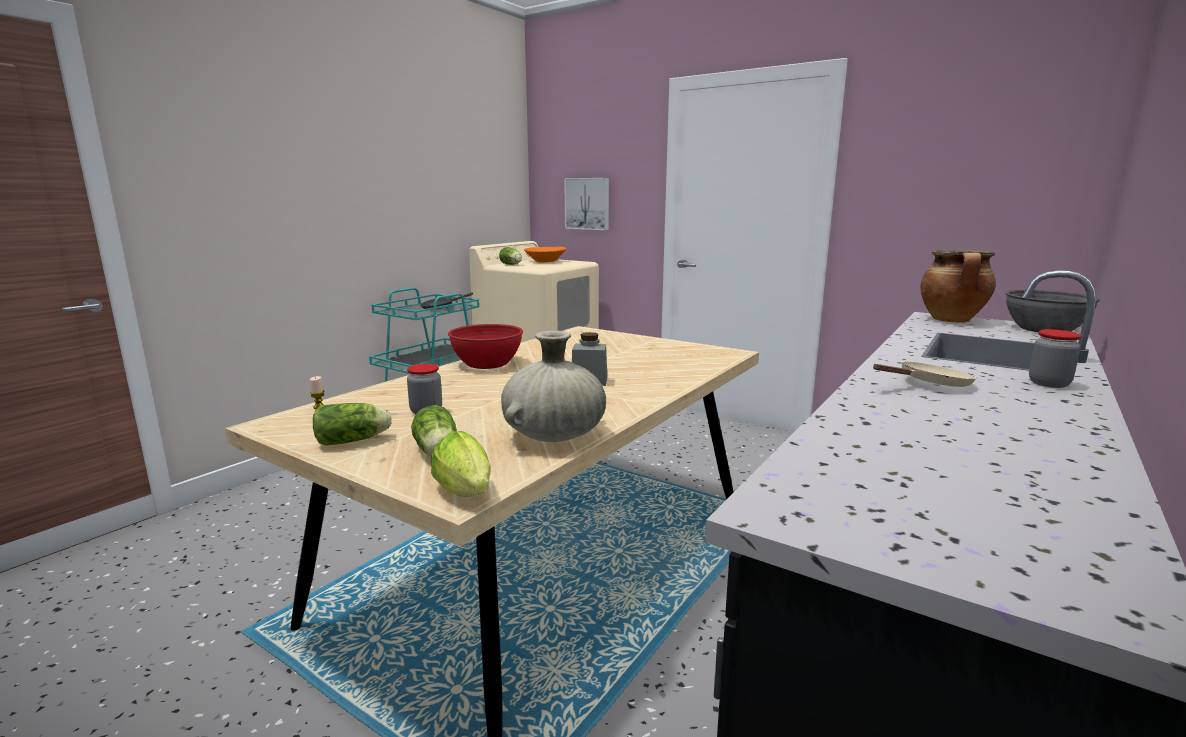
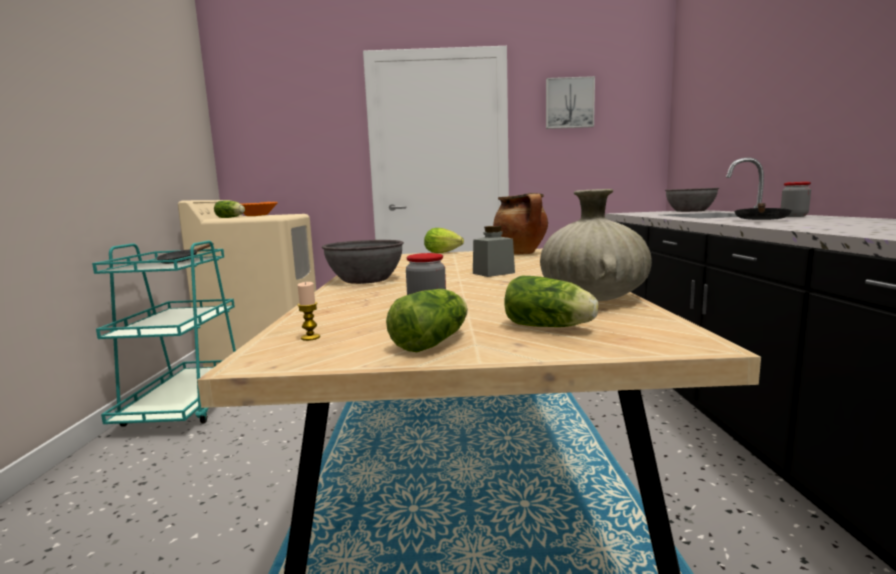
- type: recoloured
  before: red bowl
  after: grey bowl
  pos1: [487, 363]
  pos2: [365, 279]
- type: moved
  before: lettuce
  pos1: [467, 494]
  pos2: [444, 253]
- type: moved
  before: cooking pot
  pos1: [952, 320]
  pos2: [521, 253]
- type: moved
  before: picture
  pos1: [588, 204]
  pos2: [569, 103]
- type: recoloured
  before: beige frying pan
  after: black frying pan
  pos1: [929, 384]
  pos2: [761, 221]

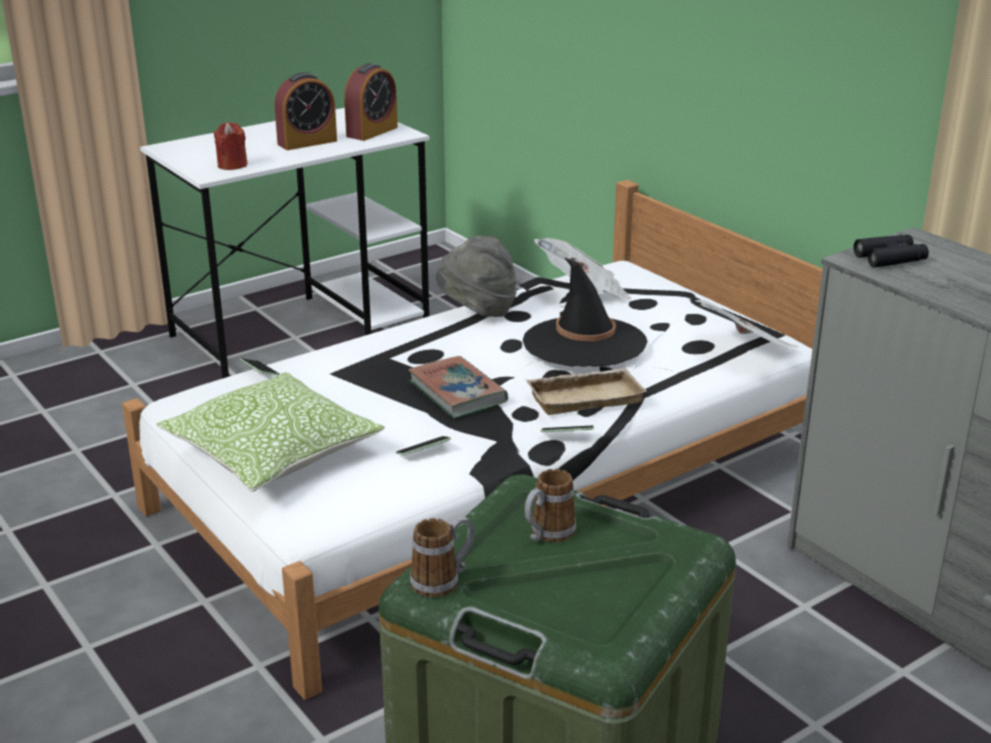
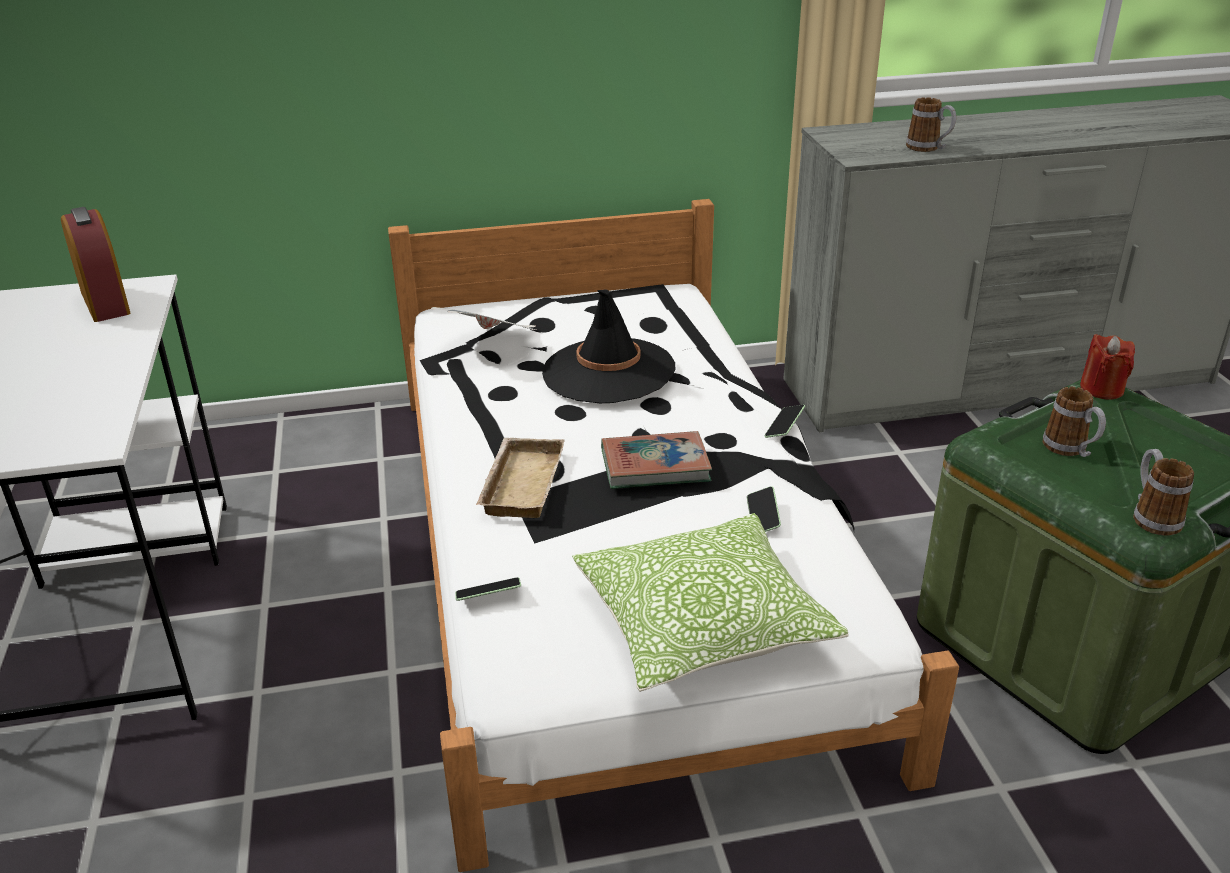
- type: moved
  before: beige tray
  pos1: [585, 397]
  pos2: [520, 483]
- type: added
  after: mug
  pos2: [928, 148]
- type: moved
  before: red candle
  pos1: [232, 165]
  pos2: [1101, 389]
- type: removed
  before: alarm clock
  pos1: [307, 142]
- type: removed
  before: grey hat
  pos1: [477, 311]
- type: removed
  before: newspaper
  pos1: [745, 350]
- type: removed
  before: black binoculars
  pos1: [890, 258]

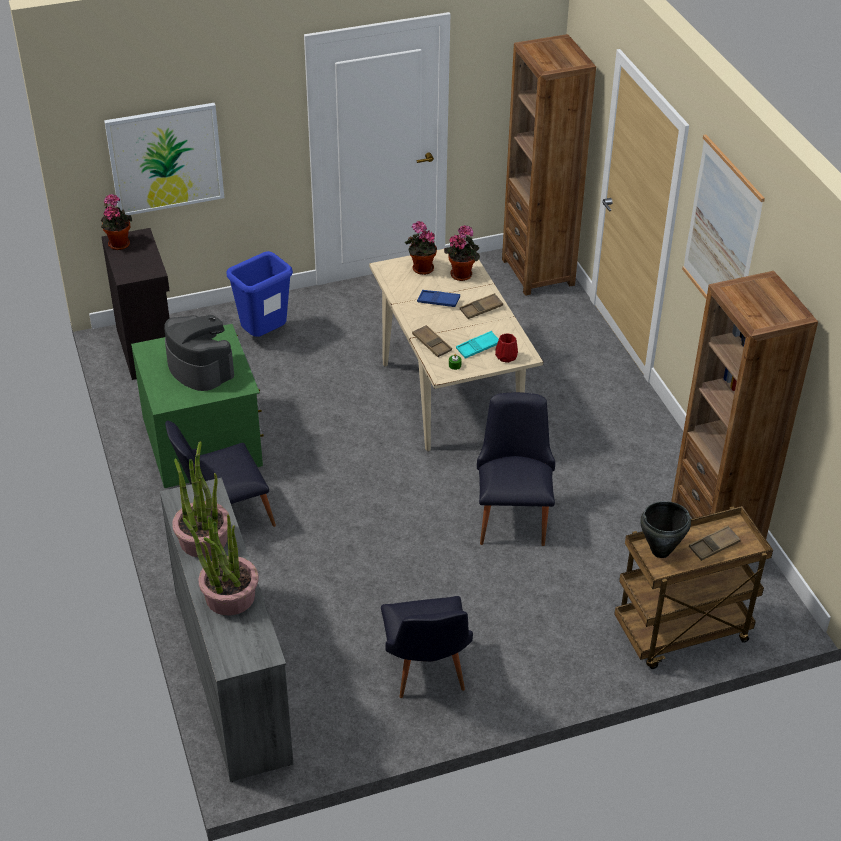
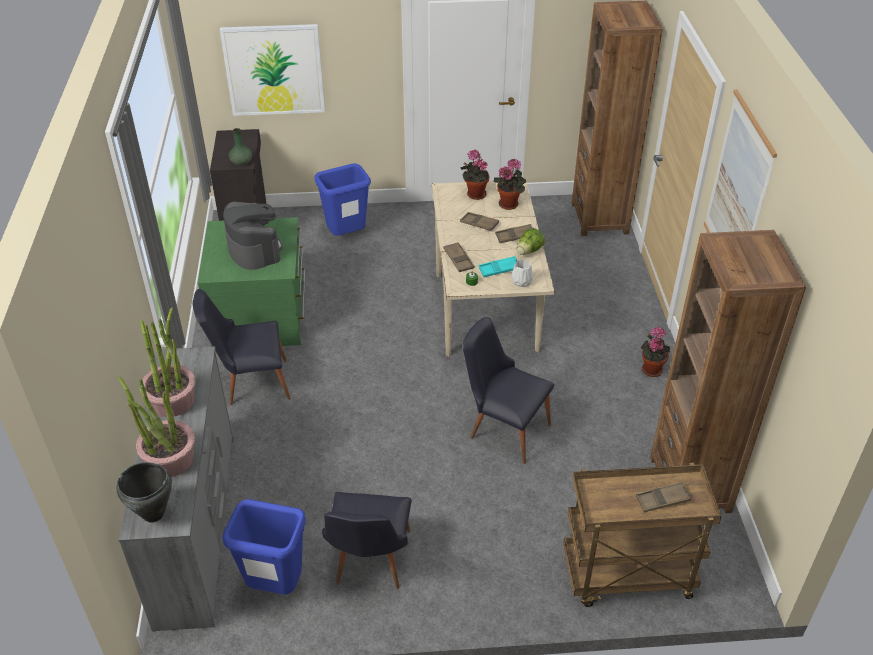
- type: moved
  before: black cooking pot
  pos1: [661, 551]
  pos2: [153, 514]
- type: added
  after: blue trash can
  pos2: [275, 587]
- type: added
  after: green vase
  pos2: [242, 162]
- type: recoloured
  before: blue tray
  after: brown tray
  pos1: [438, 301]
  pos2: [479, 224]
- type: turned
  before: black chair
  pos1: [513, 514]
  pos2: [503, 428]
  turn: -75
- type: recoloured
  before: red vase
  after: white vase
  pos1: [506, 357]
  pos2: [522, 281]
- type: added
  after: lettuce
  pos2: [529, 251]
- type: moved
  before: potted plant
  pos1: [118, 243]
  pos2: [651, 369]

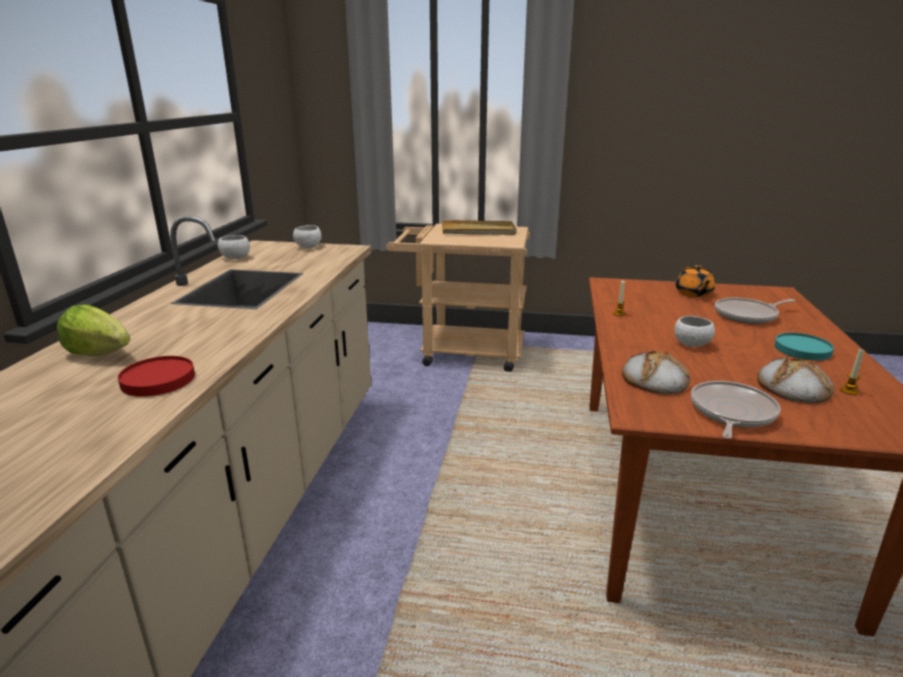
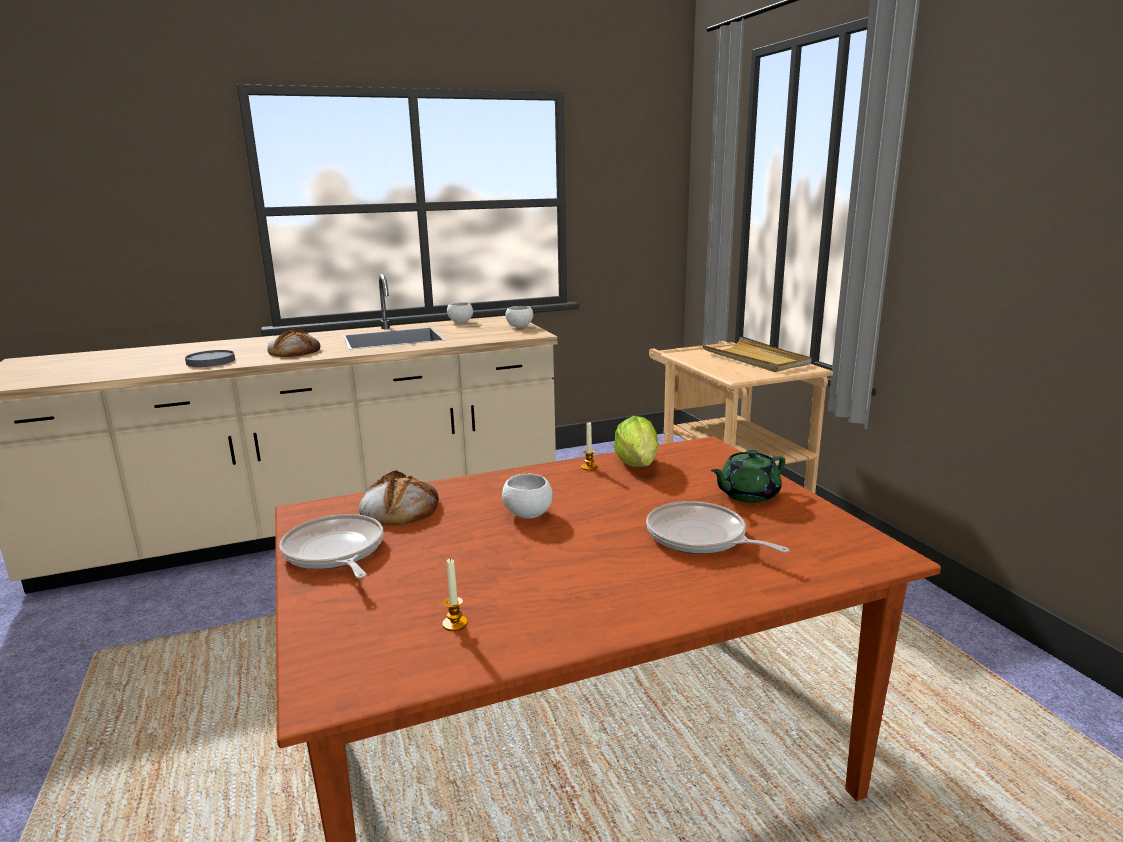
- type: recoloured
  before: red plate
  after: grey plate
  pos1: [158, 380]
  pos2: [210, 361]
- type: moved
  before: bread
  pos1: [792, 387]
  pos2: [294, 351]
- type: turned
  before: frying pan
  pos1: [731, 413]
  pos2: [335, 552]
  turn: -120
- type: moved
  before: lettuce
  pos1: [99, 353]
  pos2: [638, 464]
- type: recoloured
  before: orange teapot
  after: green teapot
  pos1: [693, 293]
  pos2: [747, 495]
- type: removed
  before: turquoise plate
  pos1: [802, 349]

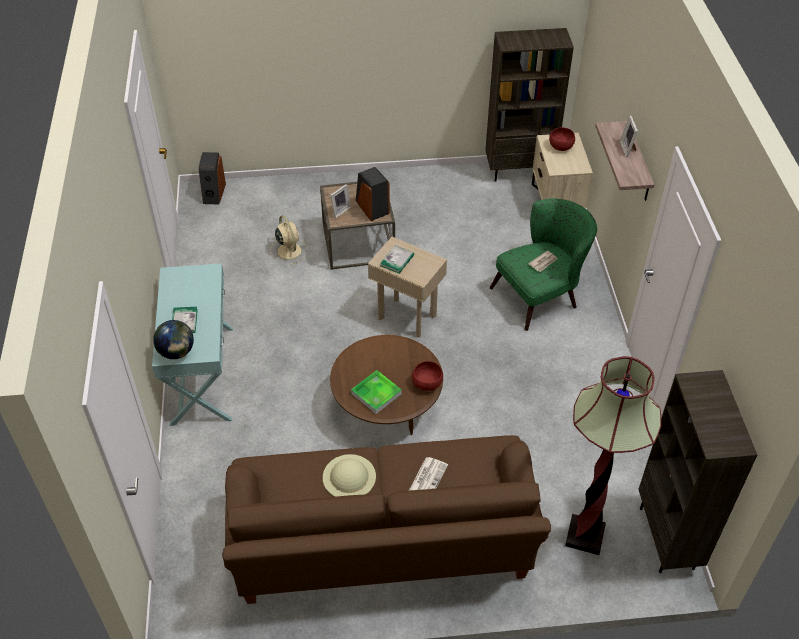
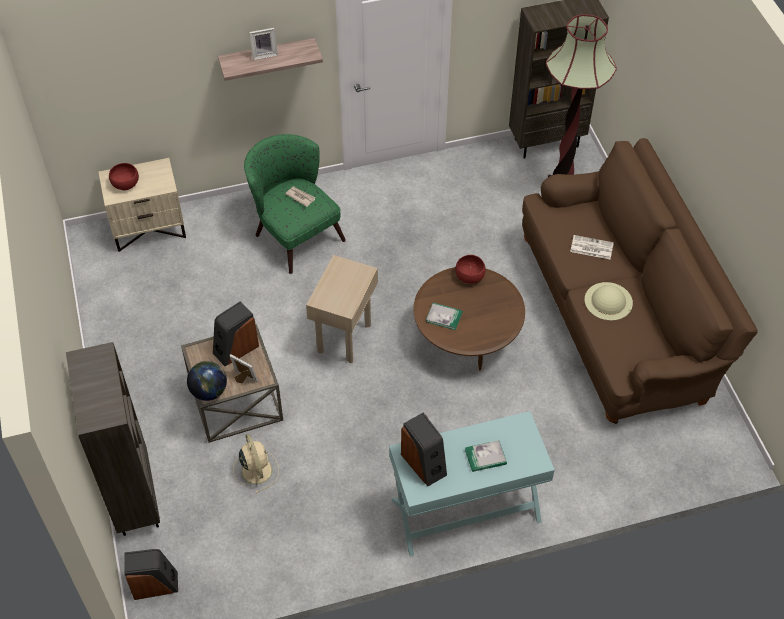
- type: moved
  before: brown bookcase
  pos1: [519, 170]
  pos2: [134, 499]
- type: moved
  before: globe
  pos1: [176, 352]
  pos2: [209, 391]
- type: turned
  before: beige fan
  pos1: [289, 250]
  pos2: [256, 469]
  turn: 105
- type: added
  after: speaker
  pos2: [424, 463]
- type: moved
  before: book
  pos1: [397, 260]
  pos2: [444, 317]
- type: removed
  before: tray
  pos1: [376, 394]

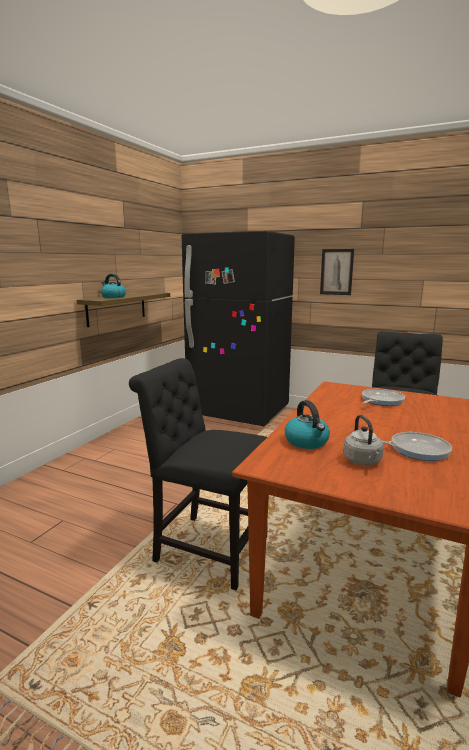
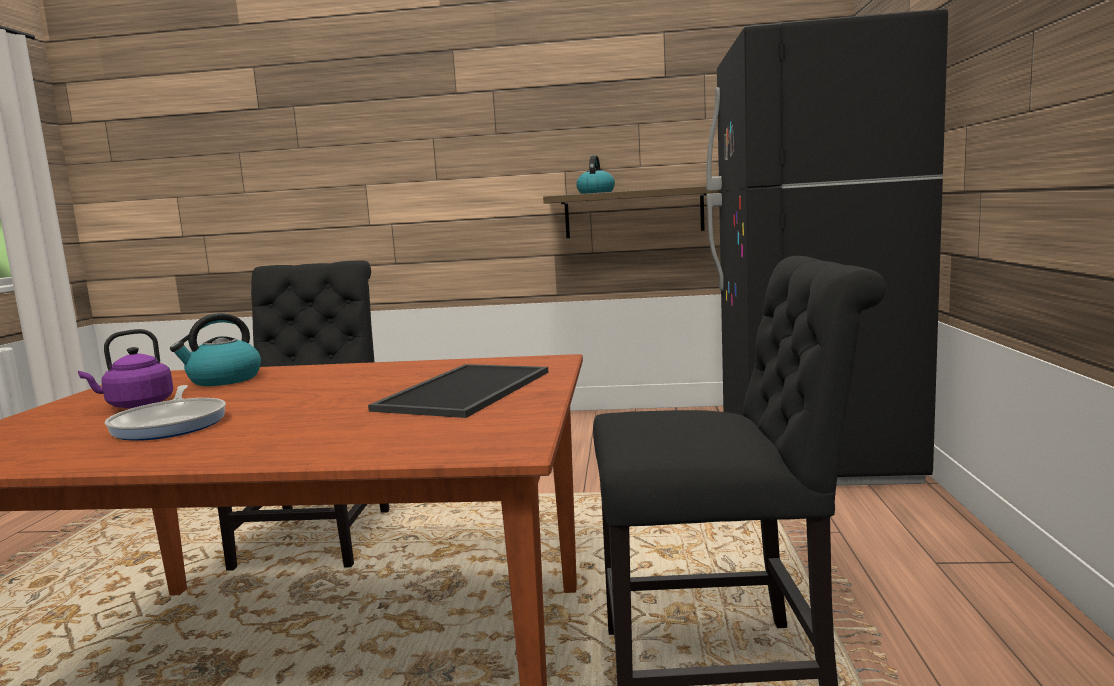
- type: recoloured
  before: grey kettle
  after: purple kettle
  pos1: [363, 461]
  pos2: [136, 405]
- type: replaced
  before: frying pan
  after: tray
  pos1: [380, 400]
  pos2: [464, 390]
- type: removed
  before: picture
  pos1: [336, 272]

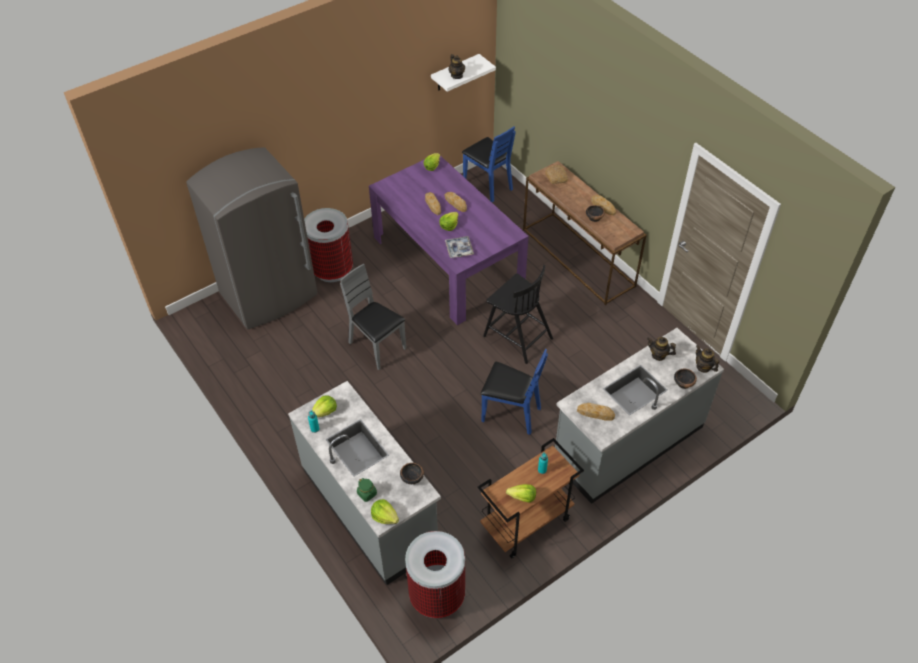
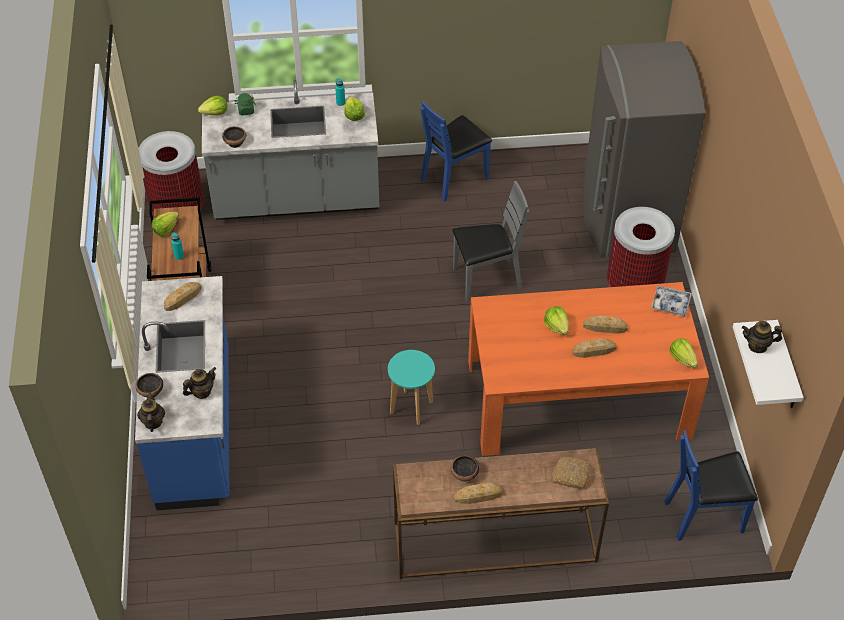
- type: recoloured
  before: grey counter
  after: blue counter
  pos1: [627, 443]
  pos2: [196, 428]
- type: turned
  before: teapot
  pos1: [703, 367]
  pos2: [153, 422]
  turn: -90
- type: replaced
  before: black chair
  after: turquoise stool
  pos1: [517, 336]
  pos2: [411, 407]
- type: moved
  before: blue chair
  pos1: [510, 413]
  pos2: [454, 178]
- type: recoloured
  before: purple dining table
  after: orange dining table
  pos1: [447, 261]
  pos2: [578, 398]
- type: moved
  before: tray
  pos1: [459, 249]
  pos2: [670, 304]

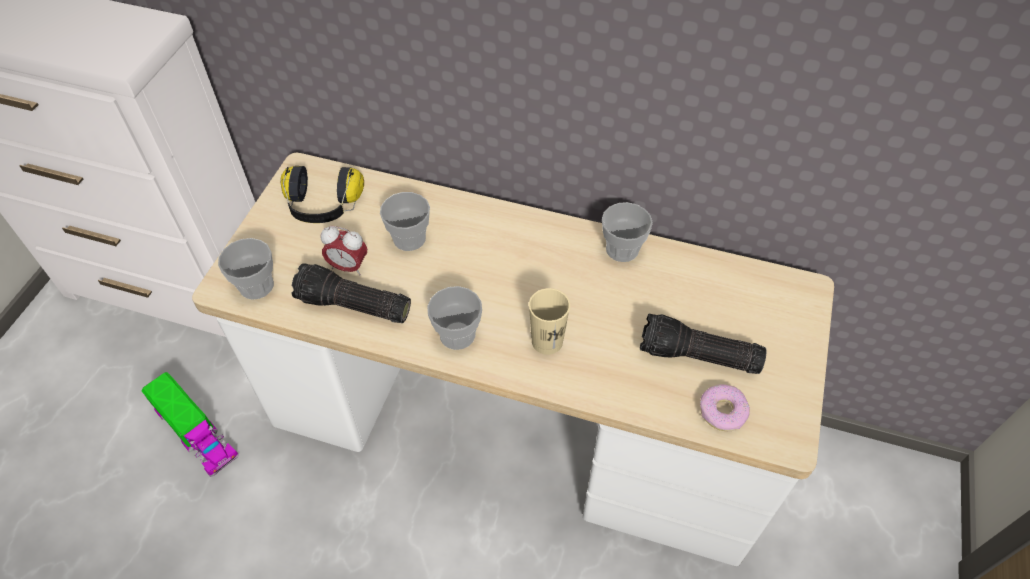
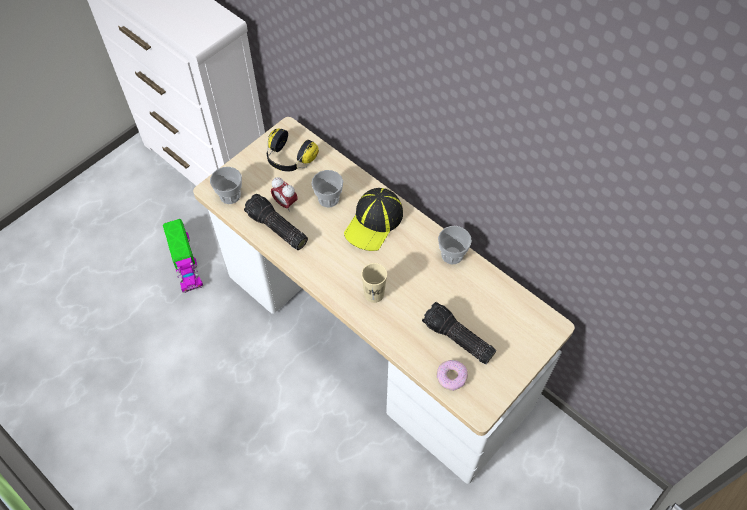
- type: added
  after: cap
  pos2: [374, 222]
- type: removed
  before: cup
  pos1: [457, 334]

